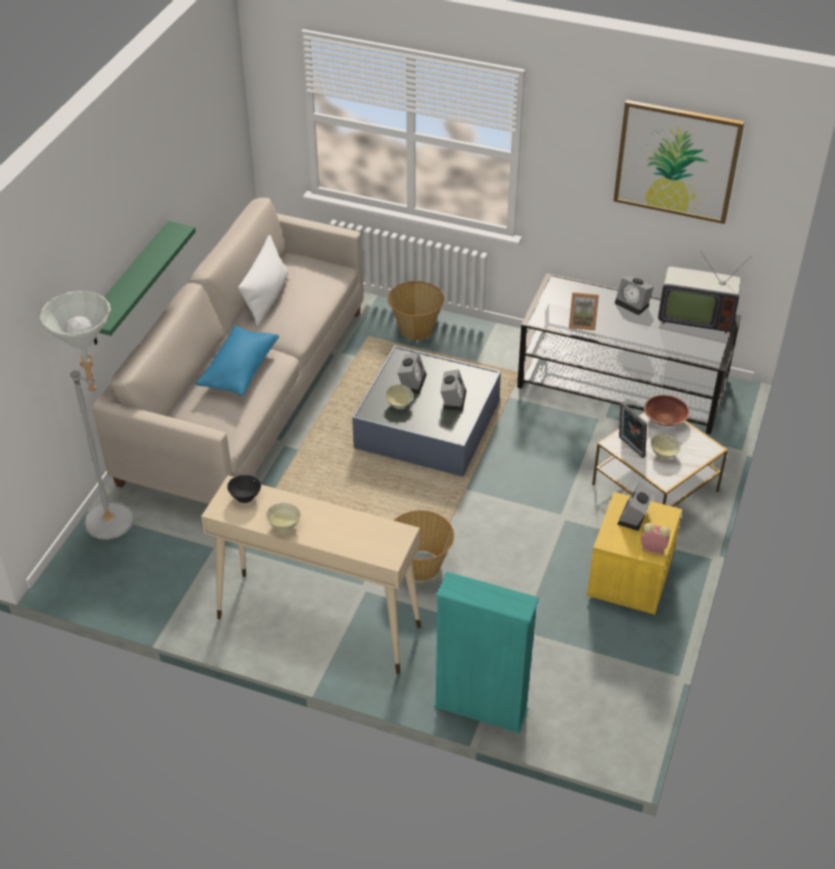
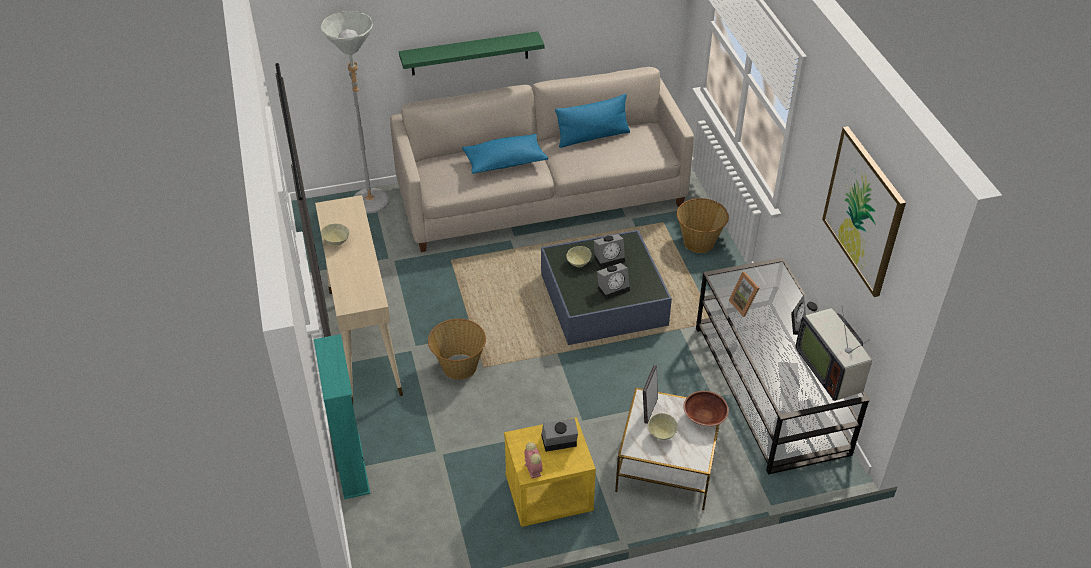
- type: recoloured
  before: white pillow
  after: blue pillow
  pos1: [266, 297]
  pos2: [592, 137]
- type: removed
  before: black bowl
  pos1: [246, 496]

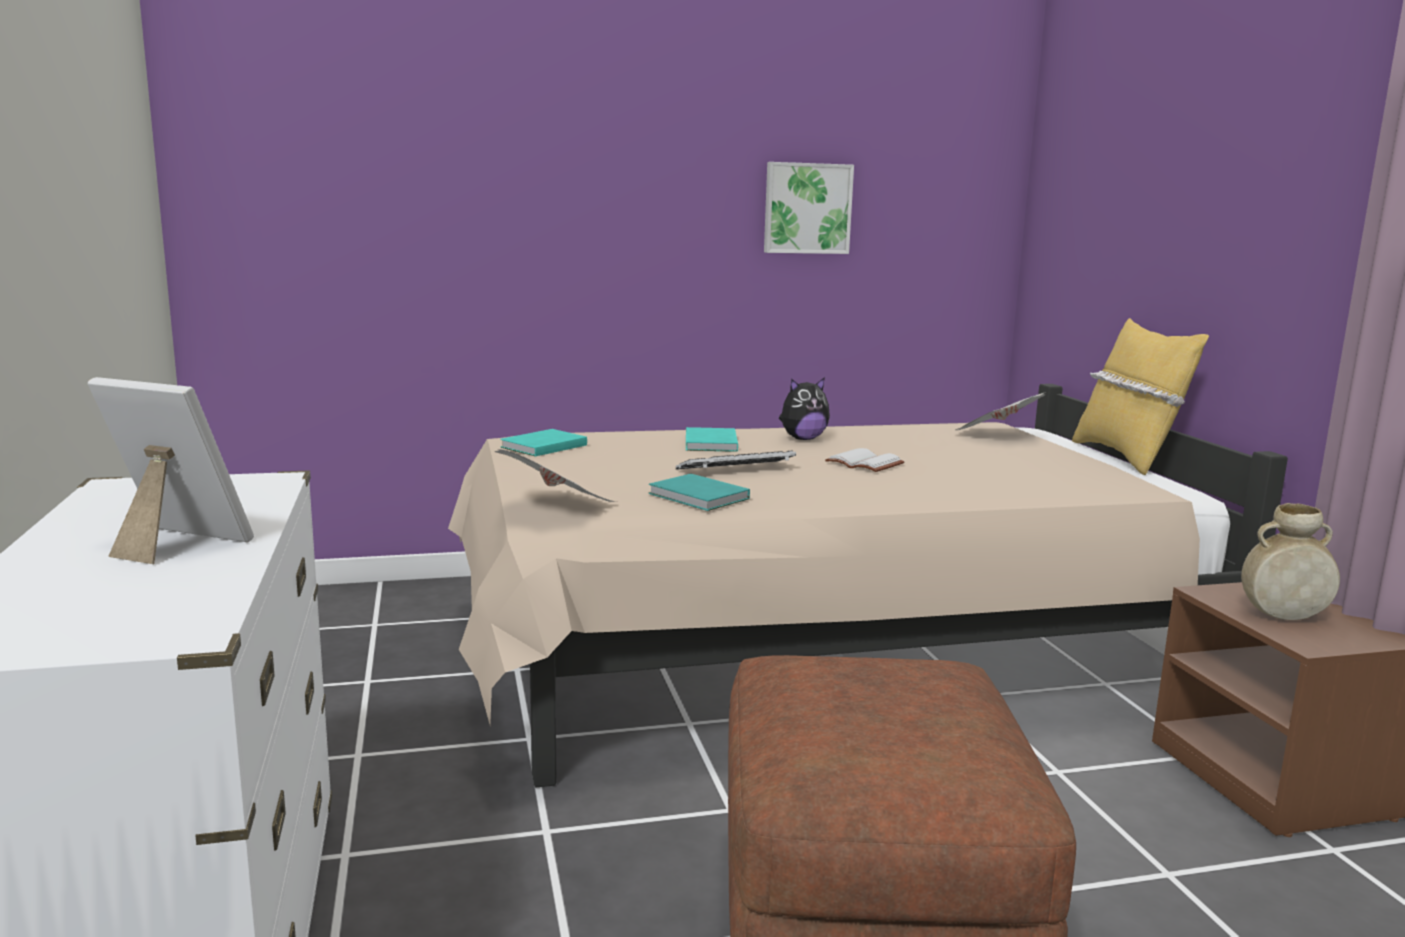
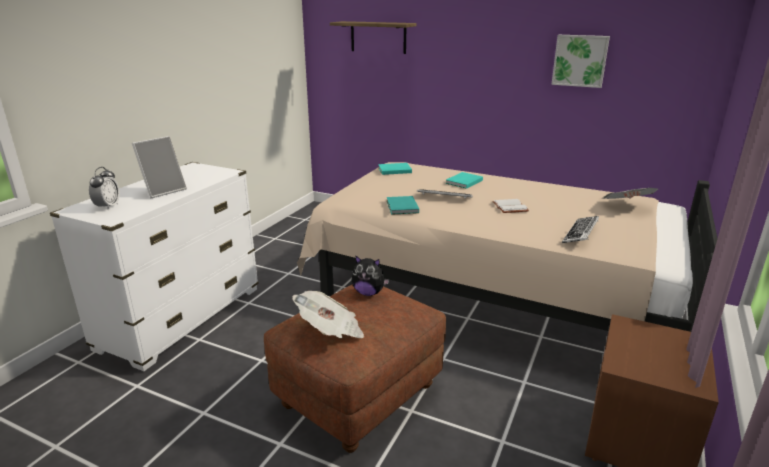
- type: added
  after: alarm clock
  pos2: [108, 207]
- type: turned
  before: picture frame
  pos1: [173, 545]
  pos2: [163, 191]
  turn: 75
- type: moved
  before: newspaper
  pos1: [557, 507]
  pos2: [330, 331]
- type: added
  after: shelf
  pos2: [378, 37]
- type: moved
  before: plush toy
  pos1: [802, 439]
  pos2: [369, 293]
- type: added
  after: keyboard
  pos2: [580, 234]
- type: removed
  before: yellow pillow
  pos1: [1127, 457]
- type: removed
  before: beige vase
  pos1: [1282, 617]

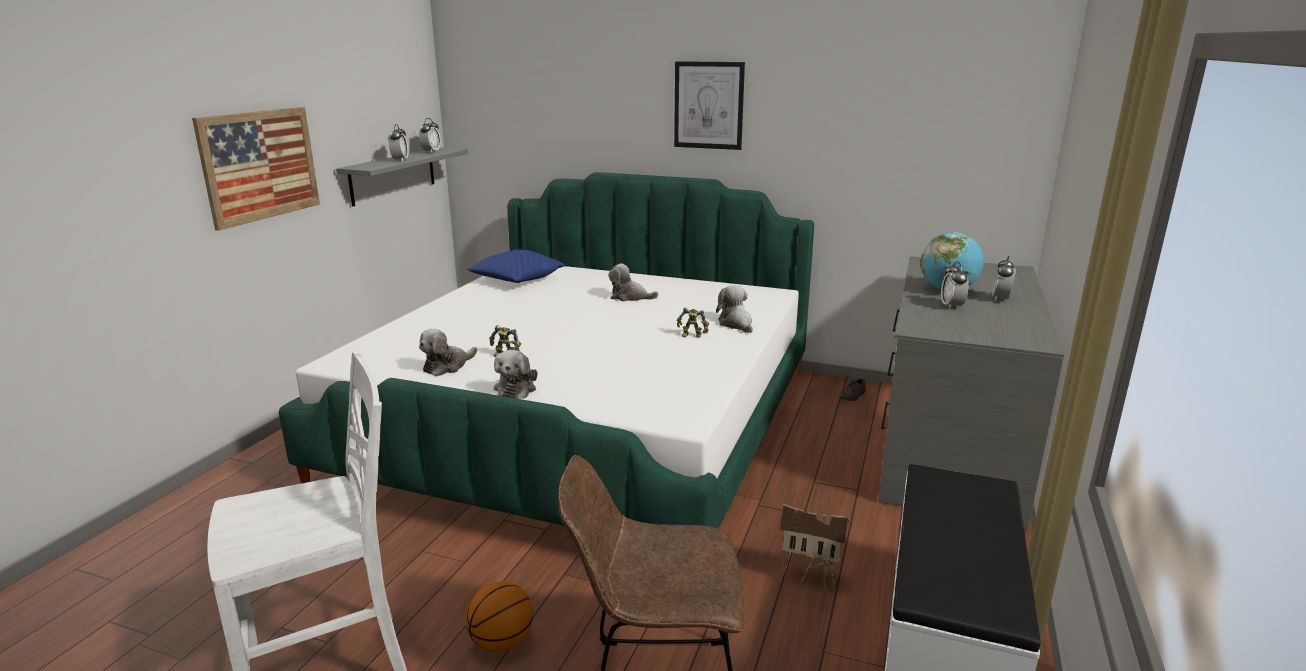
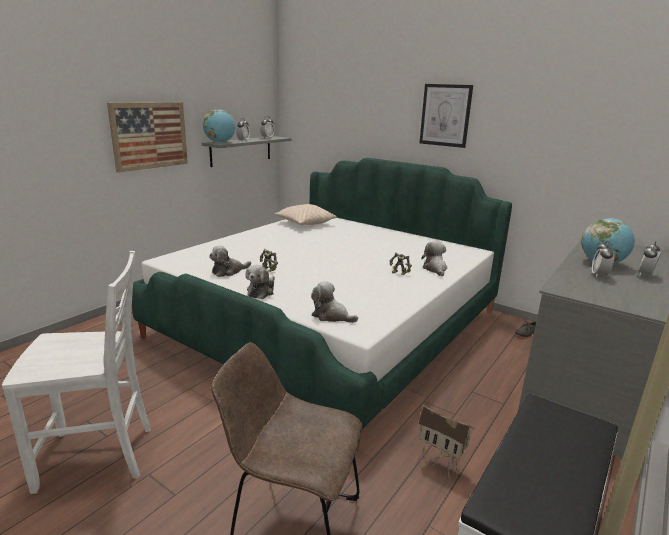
- type: added
  after: globe
  pos2: [220, 142]
- type: recoloured
  before: blue pillow
  after: beige pillow
  pos1: [517, 280]
  pos2: [305, 224]
- type: moved
  before: plush toy
  pos1: [630, 297]
  pos2: [331, 316]
- type: removed
  before: basketball
  pos1: [502, 642]

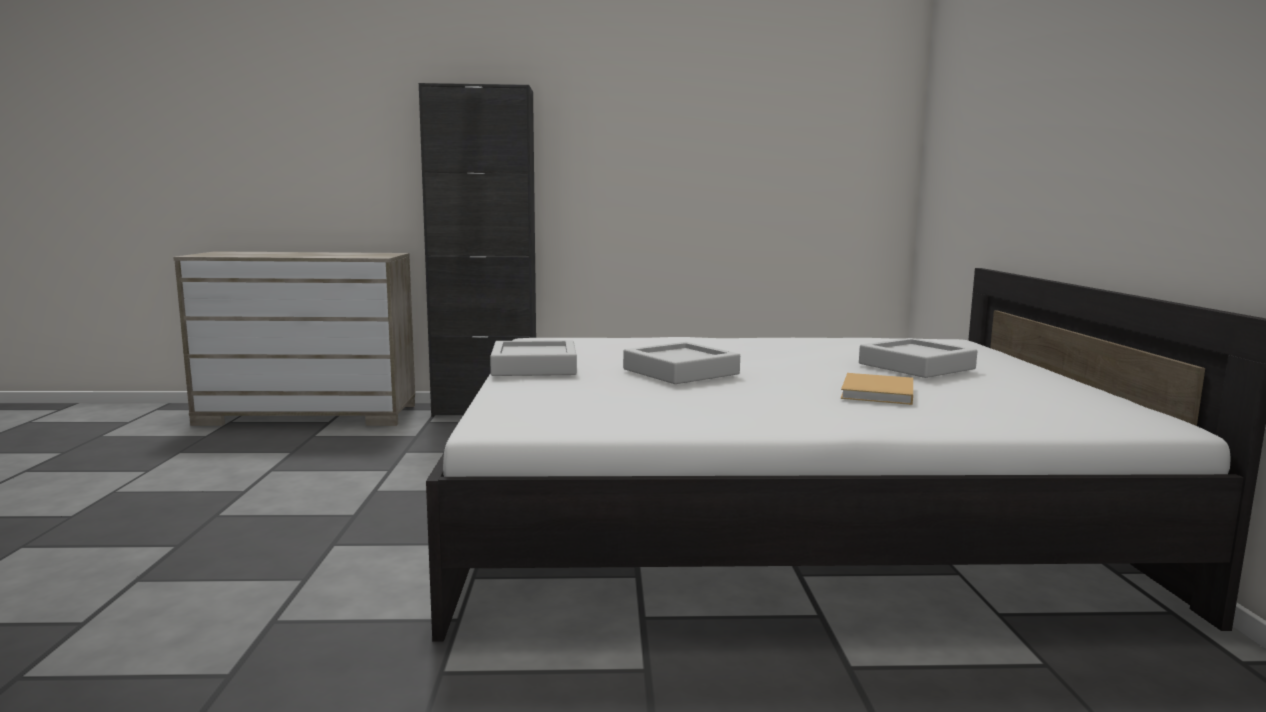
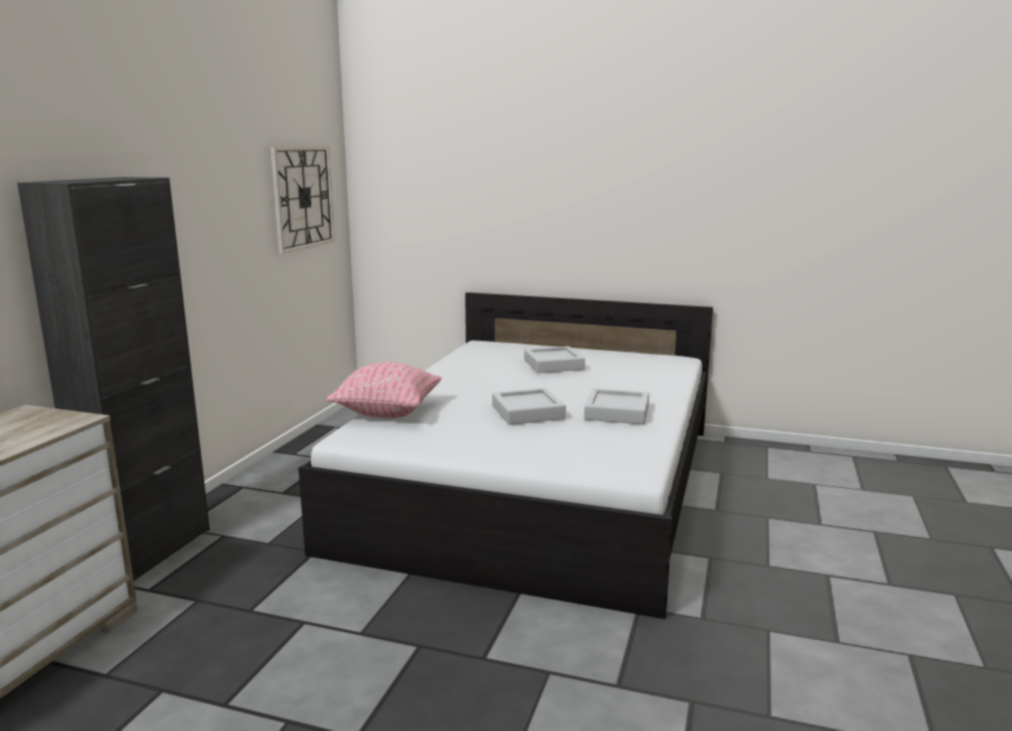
- type: added
  after: wall clock
  pos2: [303, 197]
- type: added
  after: pink pillow
  pos2: [387, 412]
- type: moved
  before: grey tray
  pos1: [534, 367]
  pos2: [617, 412]
- type: removed
  before: beige book
  pos1: [877, 393]

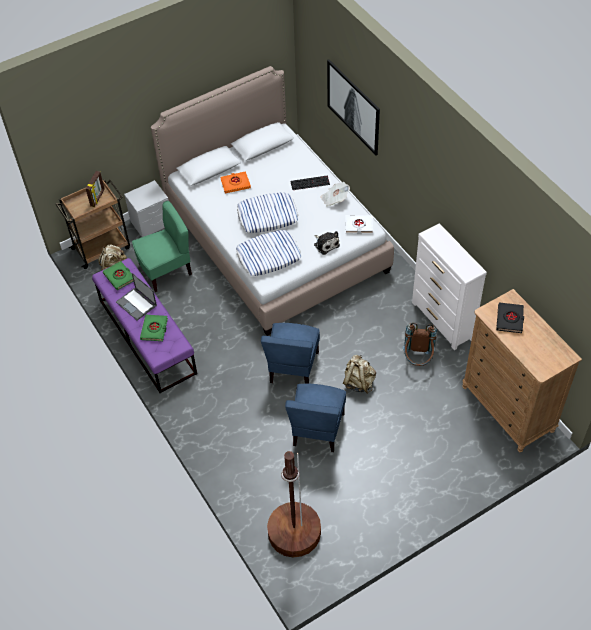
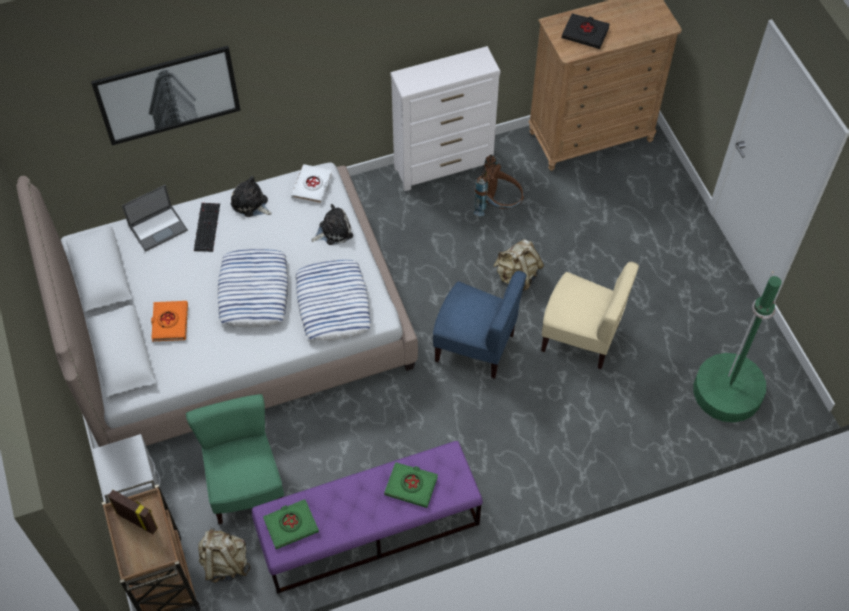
- type: moved
  before: laptop
  pos1: [137, 304]
  pos2: [158, 227]
- type: replaced
  before: newspaper
  after: plush toy
  pos1: [334, 199]
  pos2: [251, 204]
- type: recoloured
  before: blue chair
  after: beige chair
  pos1: [317, 429]
  pos2: [581, 337]
- type: recoloured
  before: brown floor lamp
  after: green floor lamp
  pos1: [294, 533]
  pos2: [727, 392]

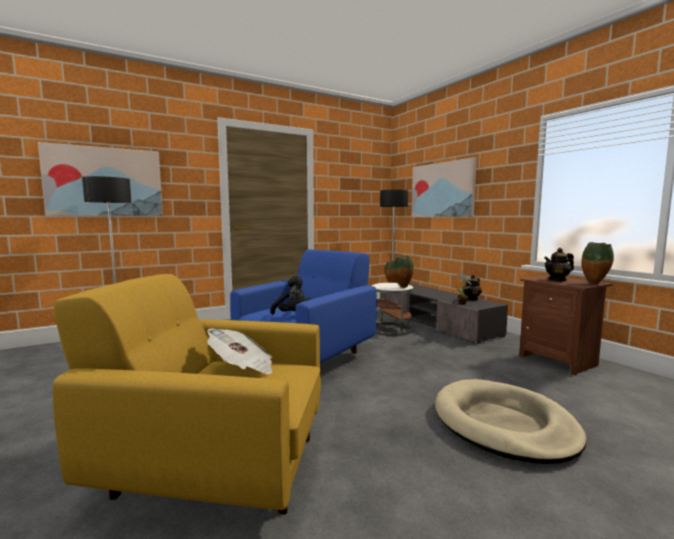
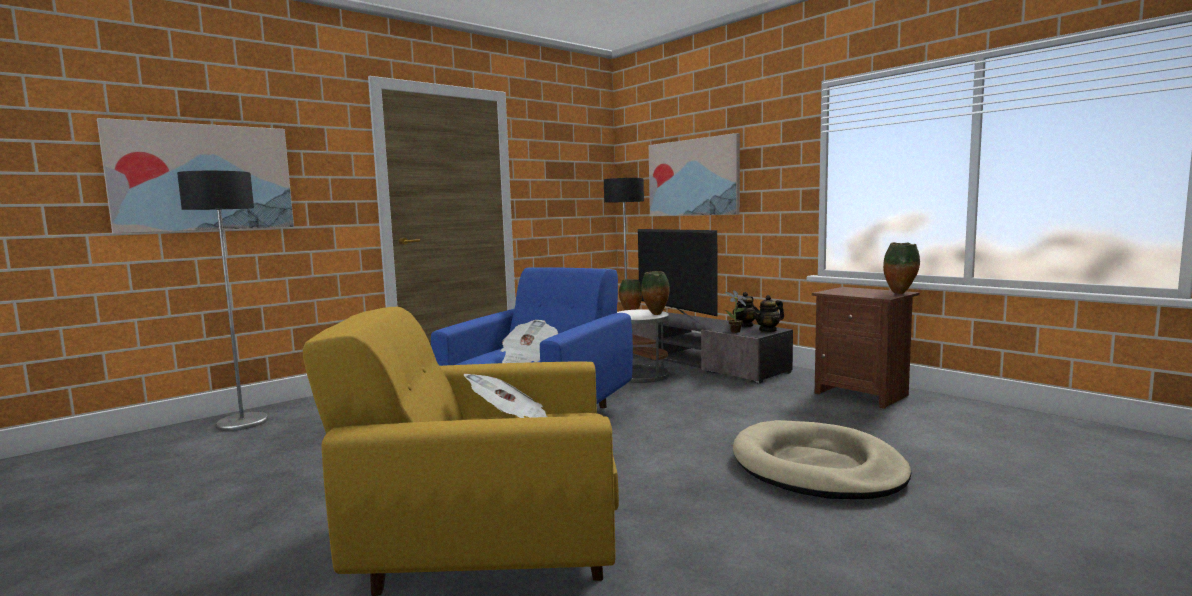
- type: replaced
  before: black plush toy
  after: newspaper
  pos1: [293, 315]
  pos2: [527, 359]
- type: added
  after: television
  pos2: [675, 317]
- type: moved
  before: teapot
  pos1: [557, 280]
  pos2: [768, 330]

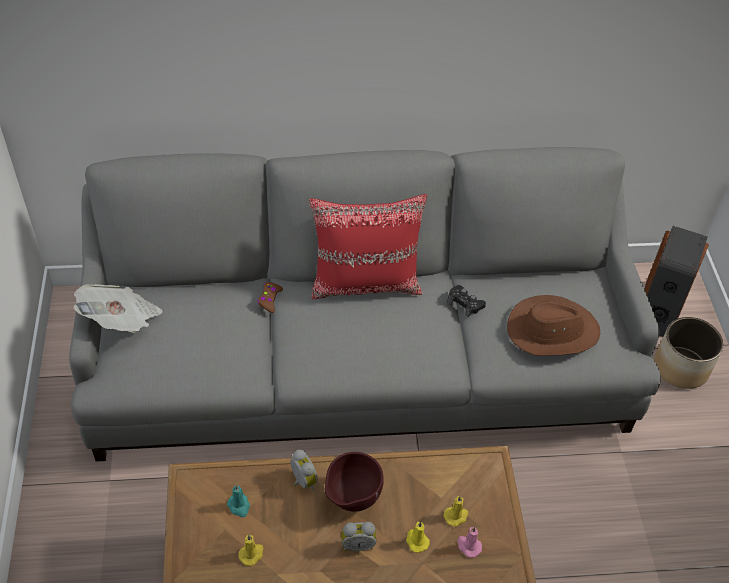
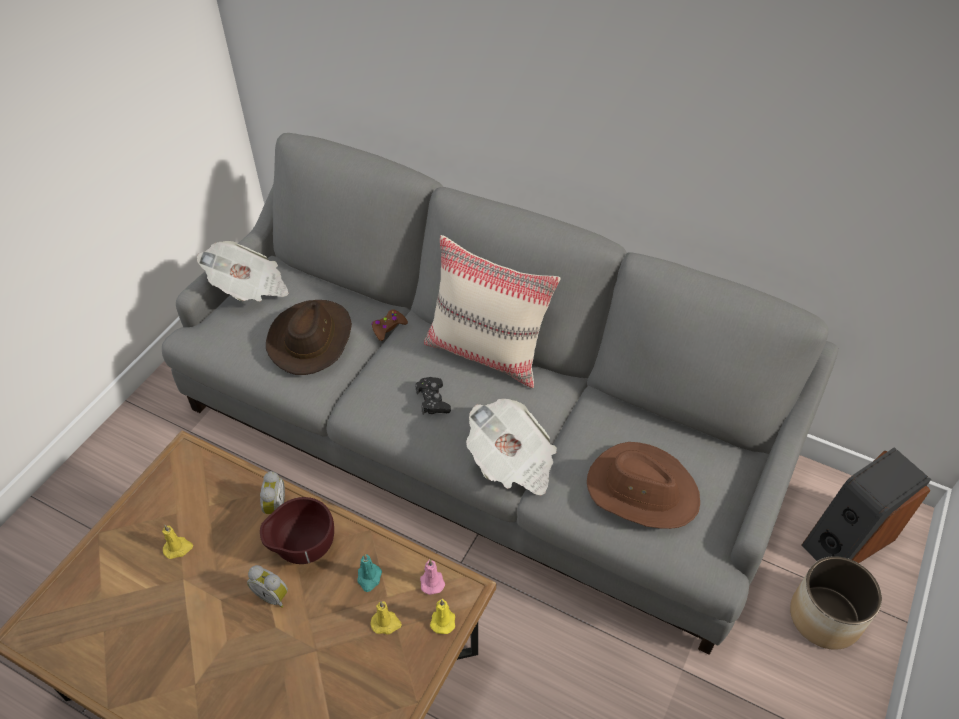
- type: added
  after: brown hat
  pos2: [311, 338]
- type: moved
  before: turquoise candle
  pos1: [239, 506]
  pos2: [369, 578]
- type: moved
  before: black game controller
  pos1: [465, 303]
  pos2: [433, 400]
- type: moved
  before: pink candle
  pos1: [468, 546]
  pos2: [431, 581]
- type: recoloured
  before: red pillow
  after: beige pillow
  pos1: [366, 283]
  pos2: [487, 352]
- type: moved
  before: yellow candle
  pos1: [416, 540]
  pos2: [443, 620]
- type: added
  after: newspaper
  pos2: [512, 462]

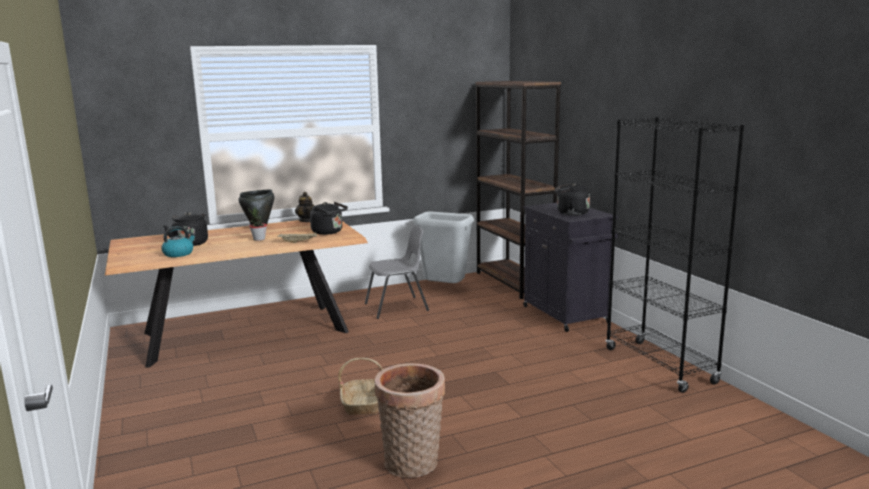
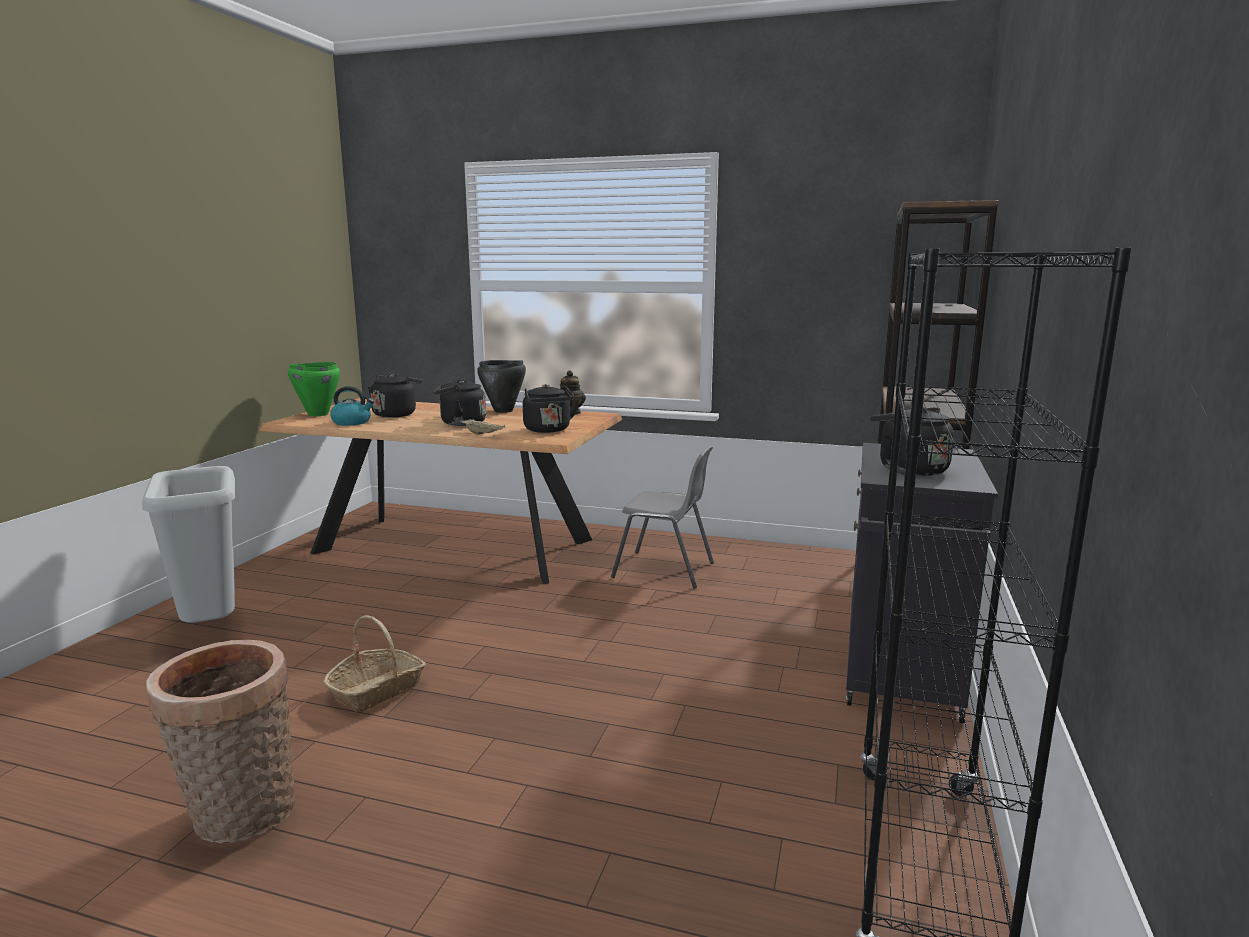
- type: moved
  before: grey trash can
  pos1: [444, 290]
  pos2: [210, 627]
- type: added
  after: green cooking pot
  pos2: [317, 414]
- type: replaced
  before: potted plant
  after: black kettle
  pos1: [259, 239]
  pos2: [460, 423]

